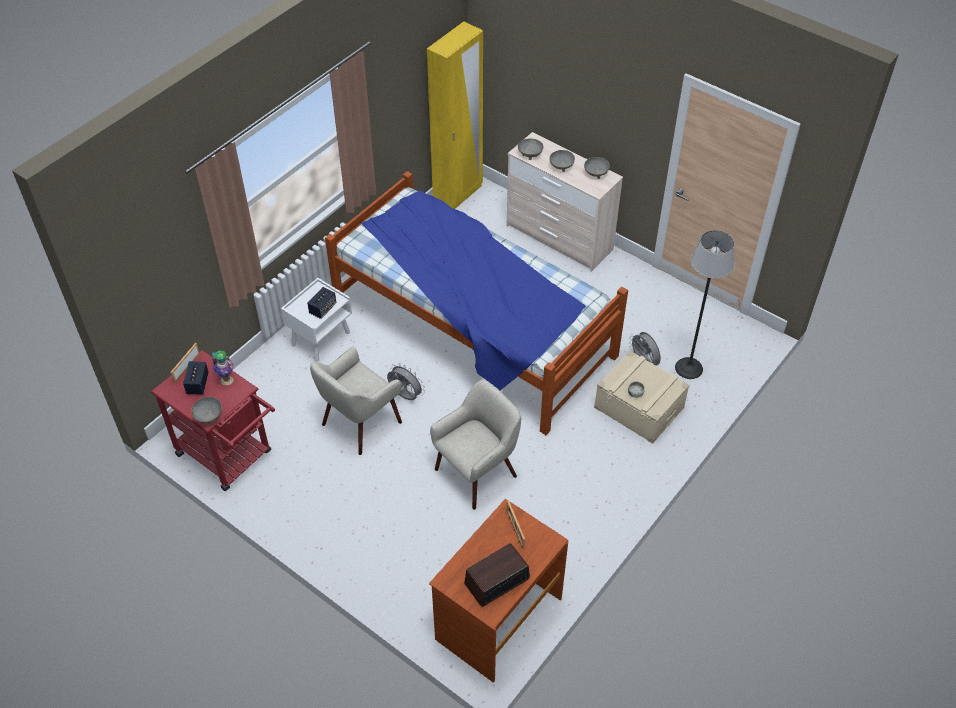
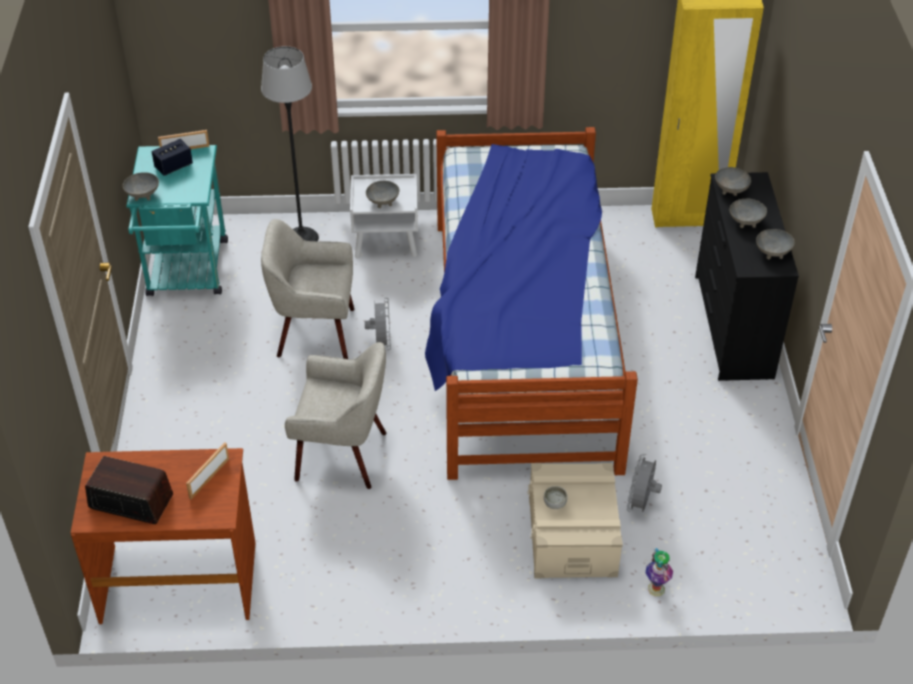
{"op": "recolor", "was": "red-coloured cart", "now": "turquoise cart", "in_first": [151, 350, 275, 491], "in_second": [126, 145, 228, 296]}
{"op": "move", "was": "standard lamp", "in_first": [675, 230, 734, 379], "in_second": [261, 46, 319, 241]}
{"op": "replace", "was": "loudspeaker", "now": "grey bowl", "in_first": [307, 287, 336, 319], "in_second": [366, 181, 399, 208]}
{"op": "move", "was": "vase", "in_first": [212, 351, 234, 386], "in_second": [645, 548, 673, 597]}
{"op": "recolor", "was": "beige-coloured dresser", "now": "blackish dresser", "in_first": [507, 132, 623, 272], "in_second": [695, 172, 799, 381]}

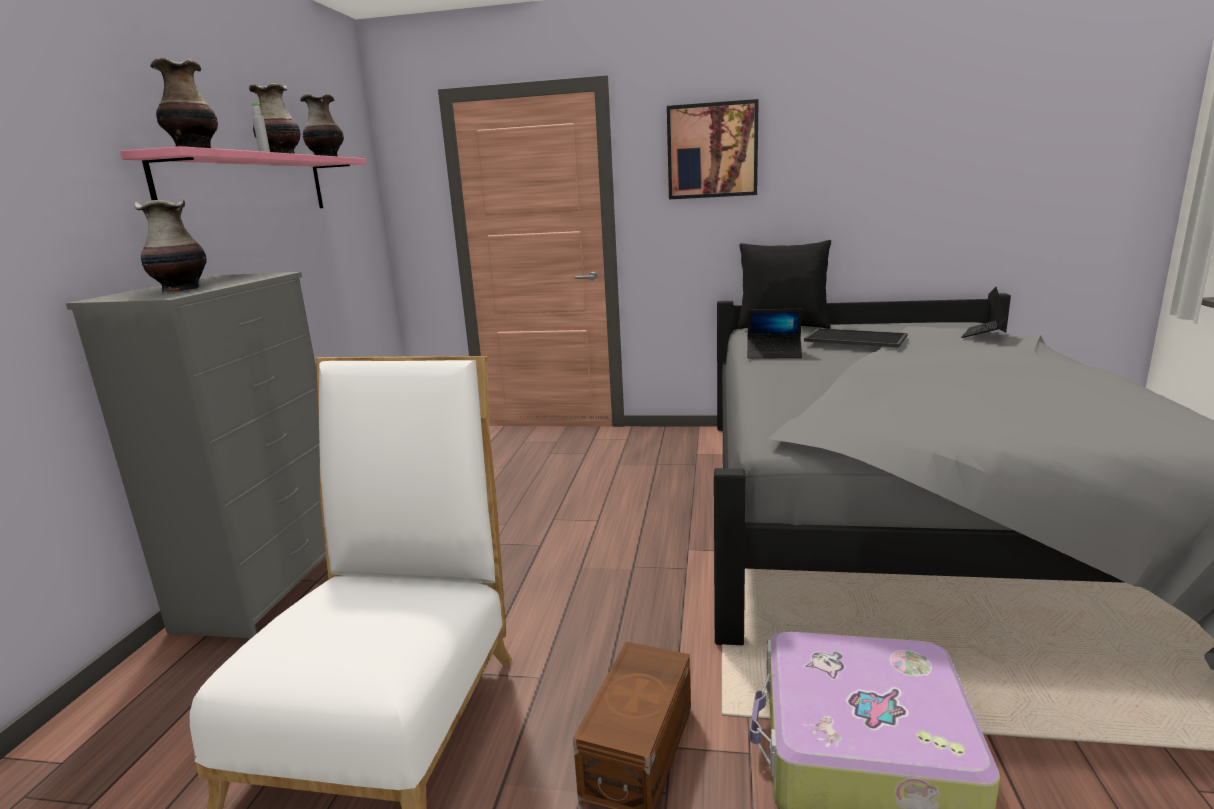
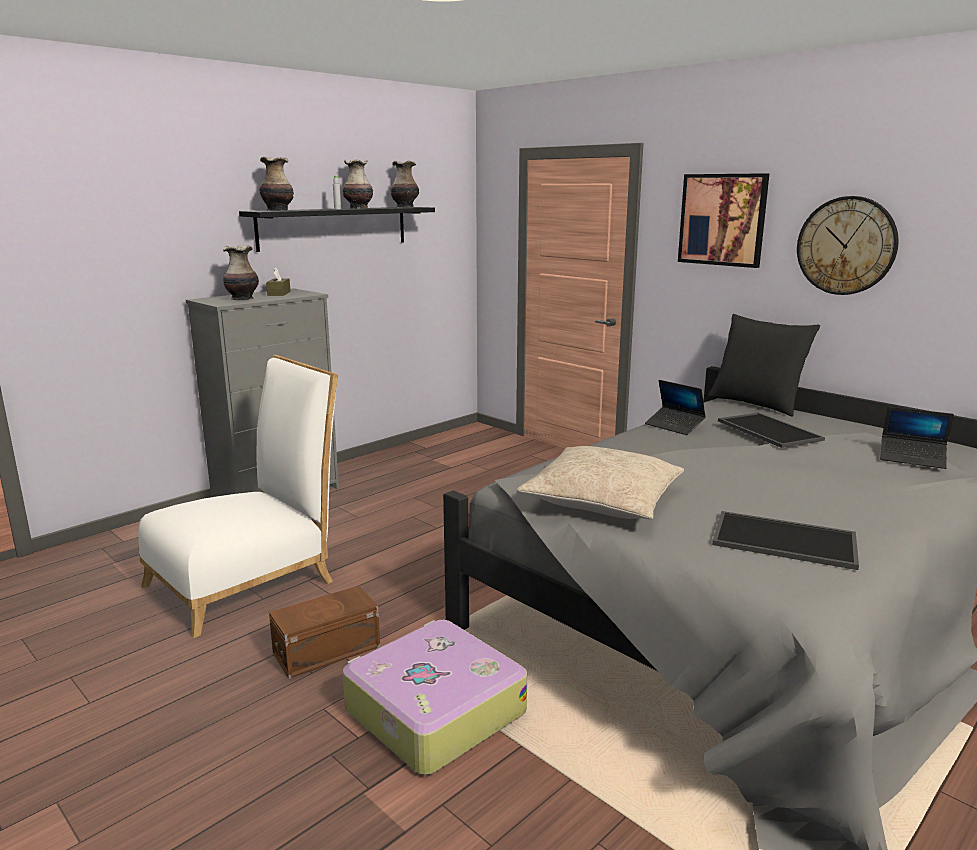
{"op": "recolor", "was": "pinkish bracket shelf", "now": "blackish bracket shelf", "in_first": [120, 146, 366, 208], "in_second": [239, 207, 435, 252]}
{"op": "insert", "now": "brownish tissue holder", "in_second": [266, 267, 290, 296]}
{"op": "insert", "now": "beige-coloured cushion", "in_second": [517, 446, 684, 519]}
{"op": "insert", "now": "serving tray", "in_second": [712, 511, 859, 570]}
{"op": "insert", "now": "hanging clock", "in_second": [797, 196, 898, 295]}
{"op": "rotate", "was": "laptop", "in_first": [961, 287, 1006, 338], "in_second": [880, 407, 954, 469], "clockwise": -135}

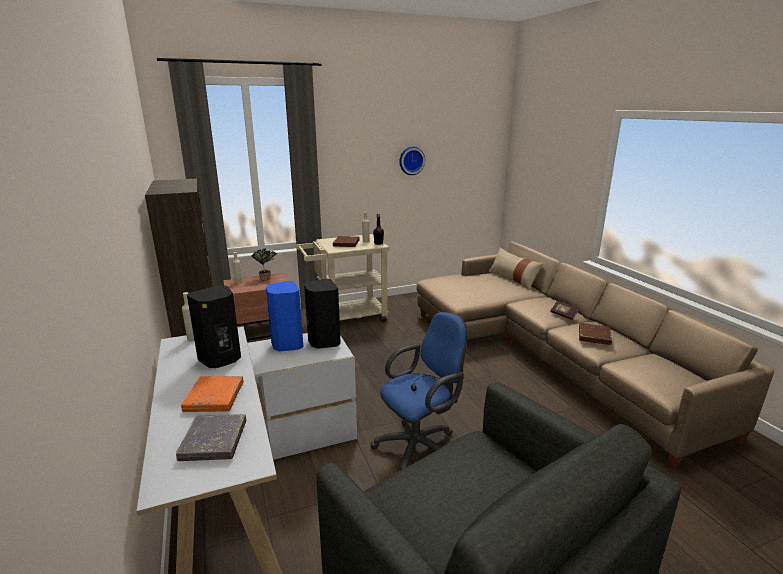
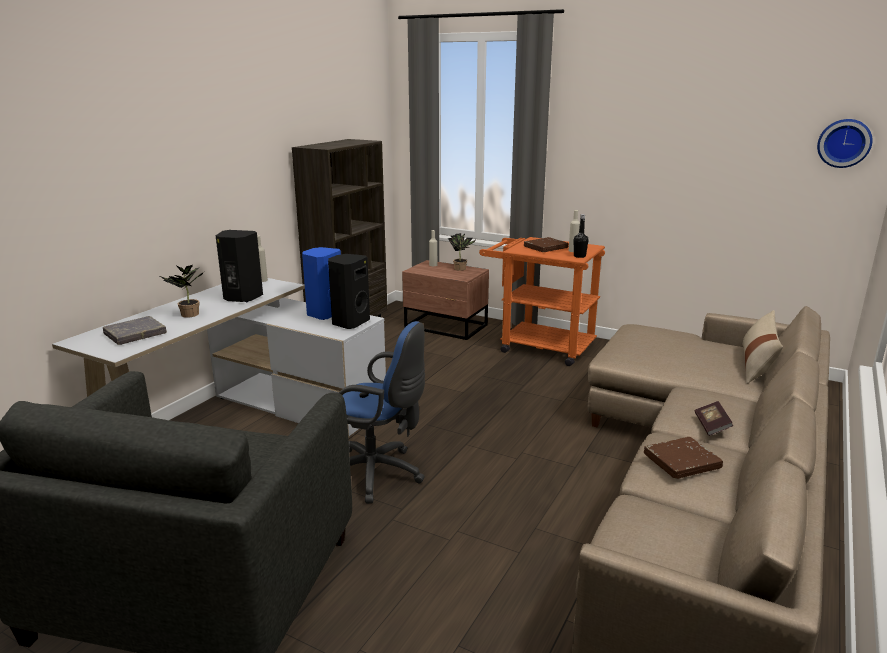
{"op": "replace", "was": "orangey book", "now": "potted plant", "in_first": [181, 376, 244, 412], "in_second": [160, 265, 203, 318]}
{"op": "recolor", "was": "beige-coloured cart", "now": "orangey cart", "in_first": [296, 234, 390, 323], "in_second": [479, 237, 605, 366]}
{"op": "move", "was": "hanging clock", "in_first": [399, 146, 425, 175], "in_second": [817, 119, 872, 168]}

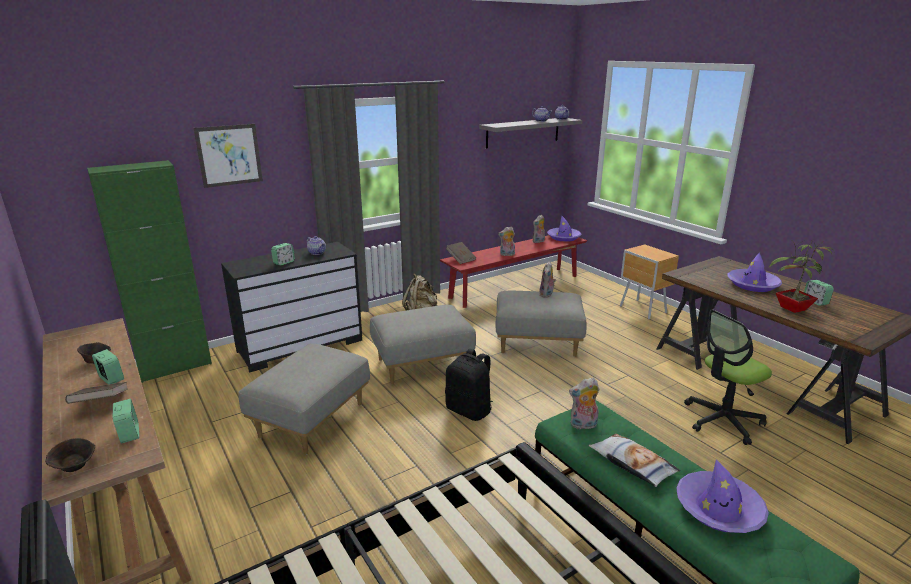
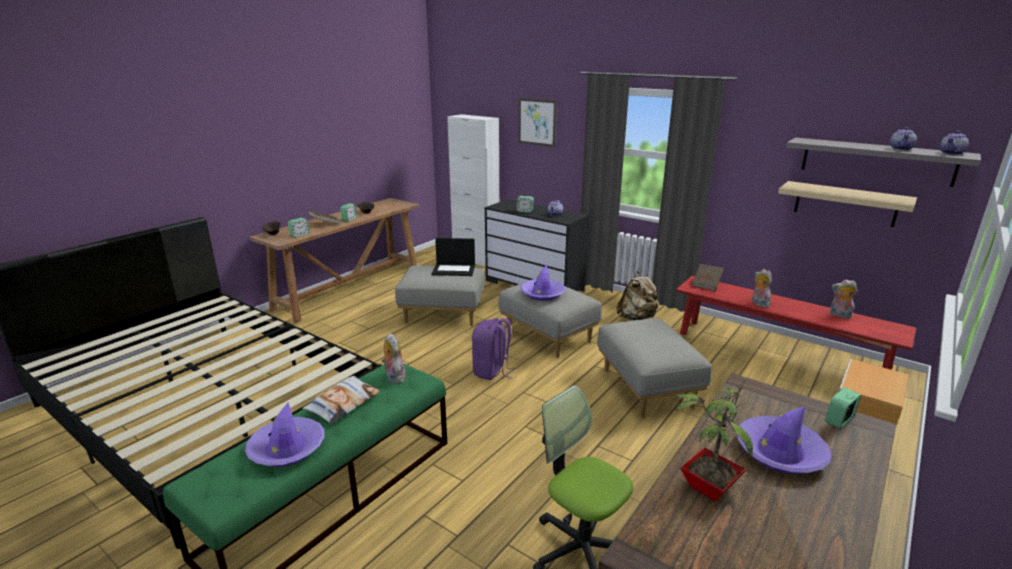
{"op": "insert", "now": "laptop", "in_second": [432, 238, 475, 276]}
{"op": "recolor", "was": "greenish cupboard", "now": "whitish cupboard", "in_first": [87, 160, 212, 383], "in_second": [447, 114, 499, 267]}
{"op": "recolor", "was": "blackish knapsack", "now": "purplish knapsack", "in_first": [445, 349, 493, 421], "in_second": [472, 318, 517, 380]}
{"op": "move", "was": "purplish hat", "in_first": [547, 216, 581, 242], "in_second": [520, 265, 566, 301]}
{"op": "insert", "now": "beige-coloured bracket shelf", "in_second": [778, 181, 917, 227]}
{"op": "move", "was": "alarm clock", "in_first": [804, 280, 834, 306], "in_second": [825, 387, 861, 429]}
{"op": "delete", "was": "cuddly toy", "in_first": [539, 261, 556, 298]}

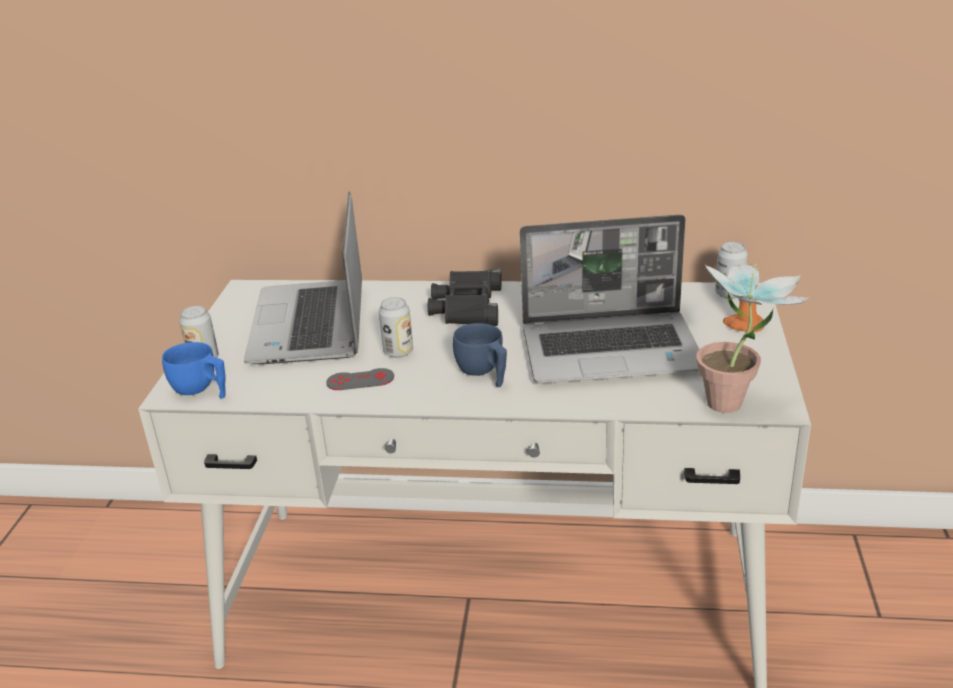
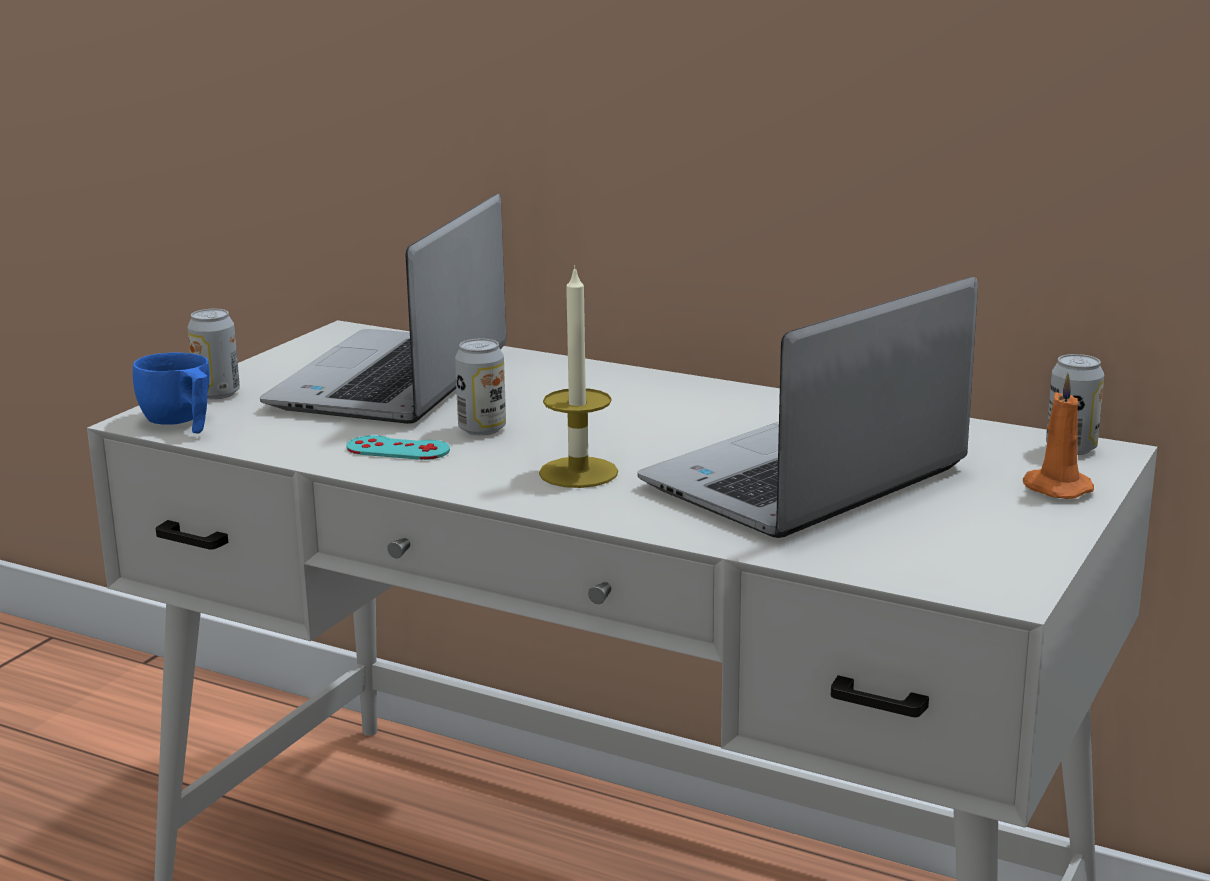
{"op": "recolor", "was": "grey game controller", "now": "turquoise game controller", "in_first": [326, 368, 394, 390], "in_second": [346, 435, 450, 460]}
{"op": "replace", "was": "bluish small cup", "now": "wax light", "in_first": [453, 323, 507, 387], "in_second": [539, 265, 618, 488]}
{"op": "rotate", "was": "laptop", "in_first": [520, 215, 699, 383], "in_second": [637, 277, 978, 538], "clockwise": 120}
{"op": "delete", "was": "blackish binoculars", "in_first": [428, 269, 501, 326]}
{"op": "delete", "was": "potted plant", "in_first": [696, 264, 810, 413]}

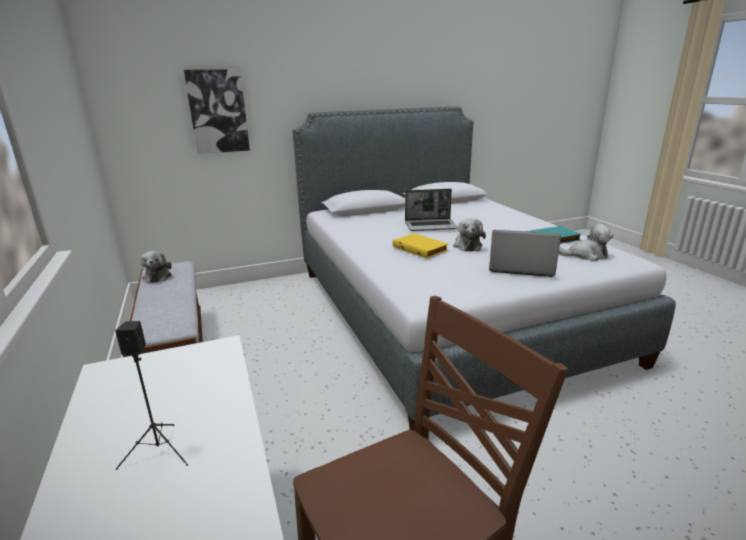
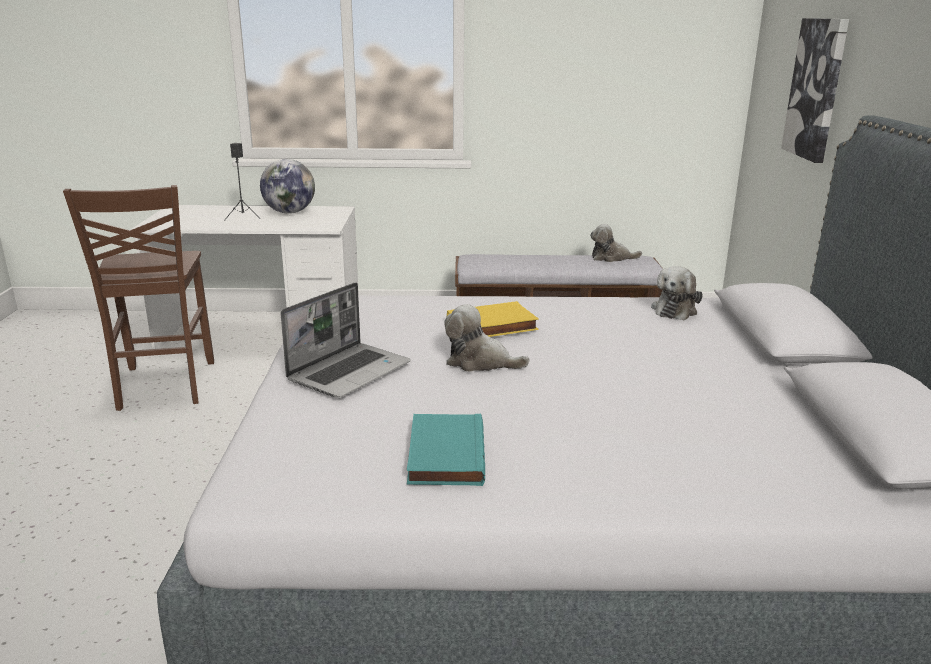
{"op": "insert", "now": "desk globe", "in_second": [260, 159, 315, 214]}
{"op": "move", "was": "cuddly toy", "in_first": [559, 223, 614, 261], "in_second": [651, 266, 703, 320]}
{"op": "delete", "was": "laptop", "in_first": [405, 189, 458, 231]}

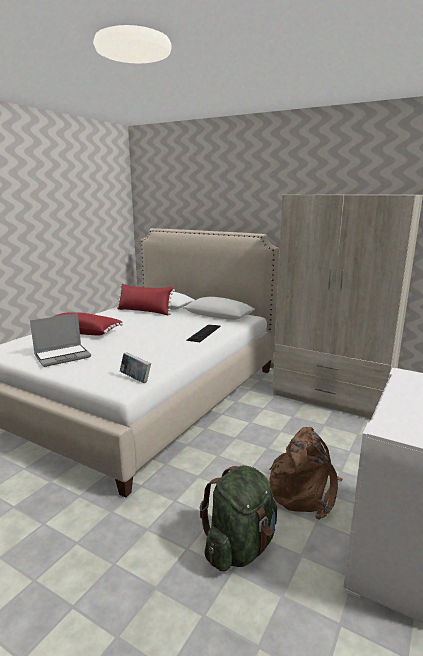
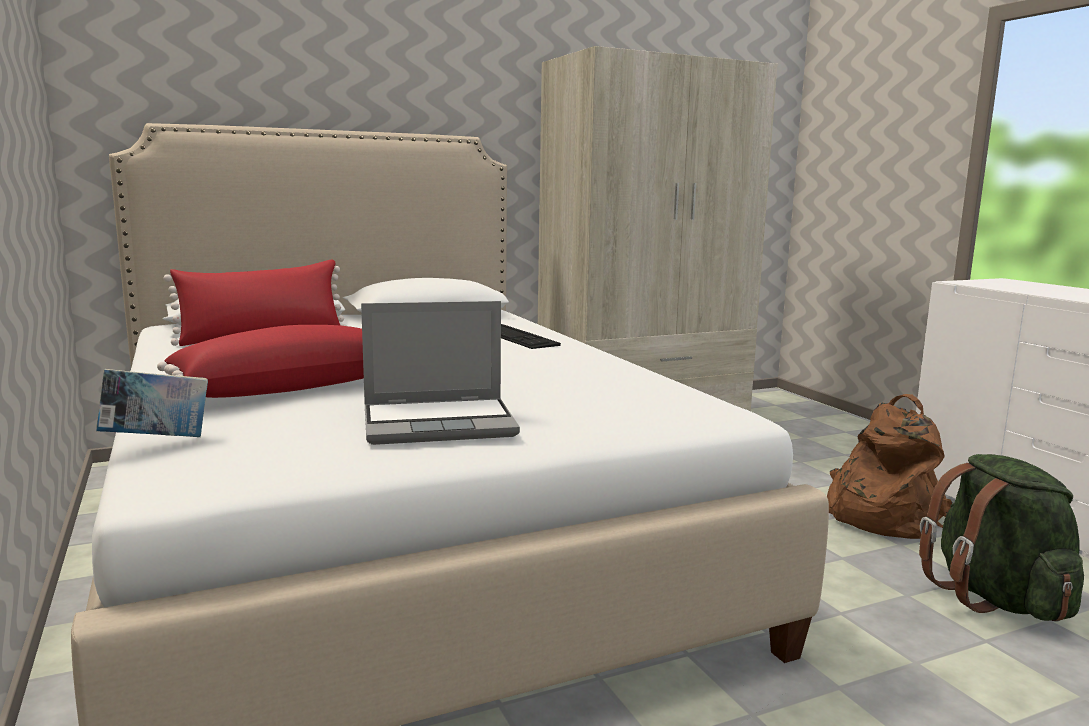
{"op": "move", "was": "book", "in_first": [120, 352, 151, 383], "in_second": [96, 369, 208, 437]}
{"op": "rotate", "was": "laptop", "in_first": [30, 313, 91, 367], "in_second": [361, 301, 520, 445], "clockwise": 75}

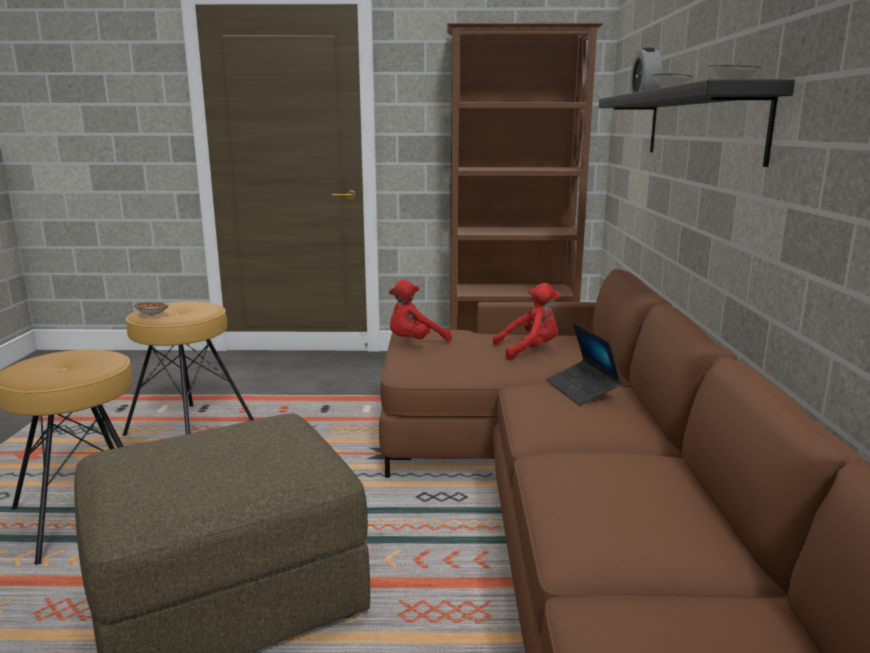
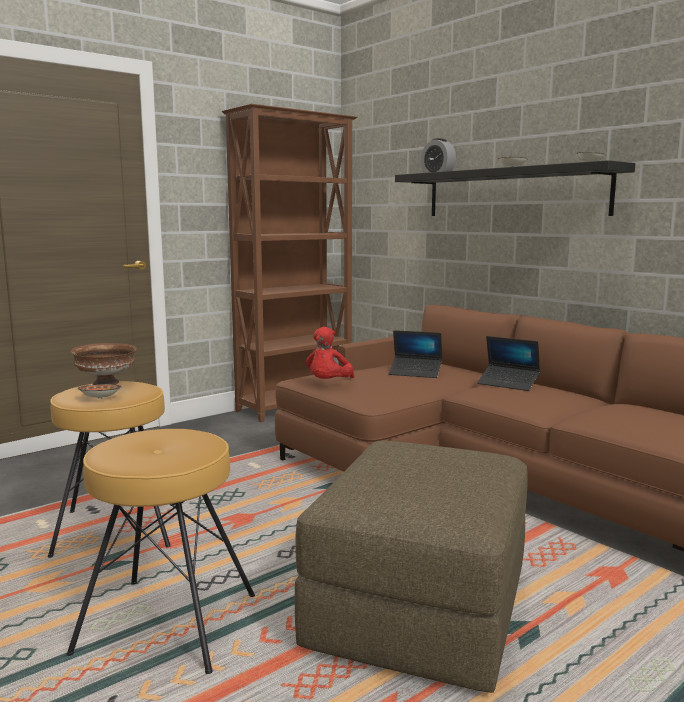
{"op": "insert", "now": "brownish bowl", "in_second": [71, 343, 137, 385]}
{"op": "replace", "was": "red-coloured cuddly toy", "now": "laptop", "in_first": [493, 283, 560, 360], "in_second": [389, 330, 442, 378]}

